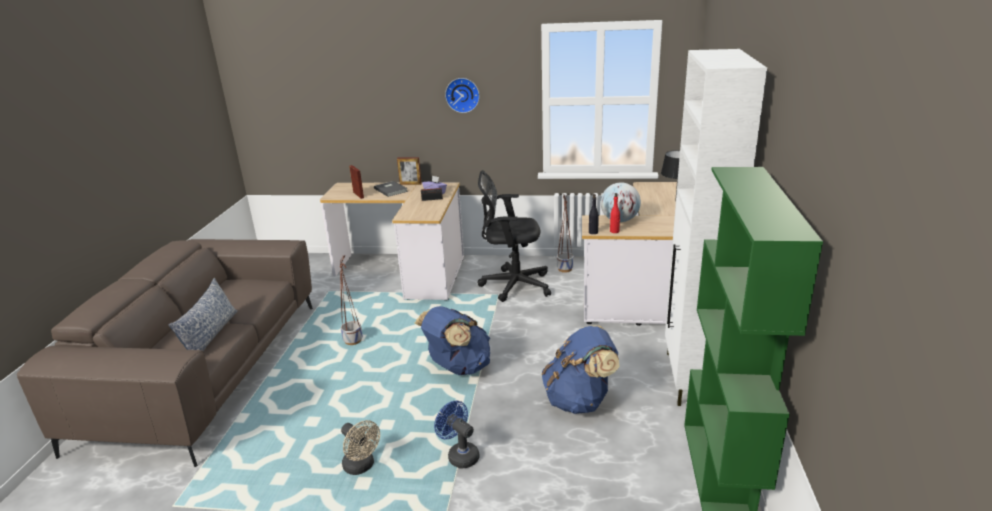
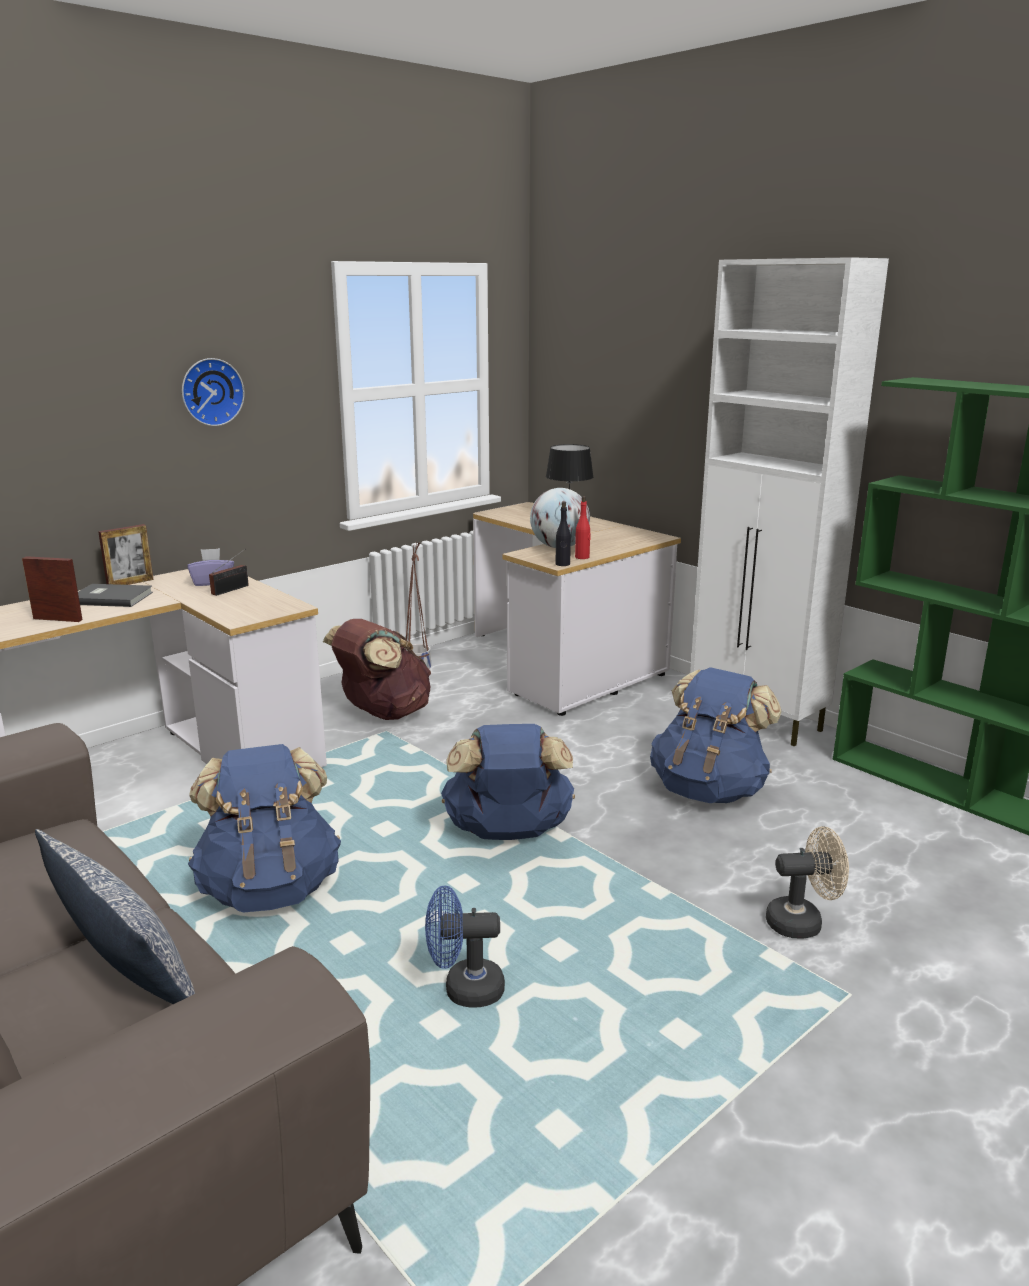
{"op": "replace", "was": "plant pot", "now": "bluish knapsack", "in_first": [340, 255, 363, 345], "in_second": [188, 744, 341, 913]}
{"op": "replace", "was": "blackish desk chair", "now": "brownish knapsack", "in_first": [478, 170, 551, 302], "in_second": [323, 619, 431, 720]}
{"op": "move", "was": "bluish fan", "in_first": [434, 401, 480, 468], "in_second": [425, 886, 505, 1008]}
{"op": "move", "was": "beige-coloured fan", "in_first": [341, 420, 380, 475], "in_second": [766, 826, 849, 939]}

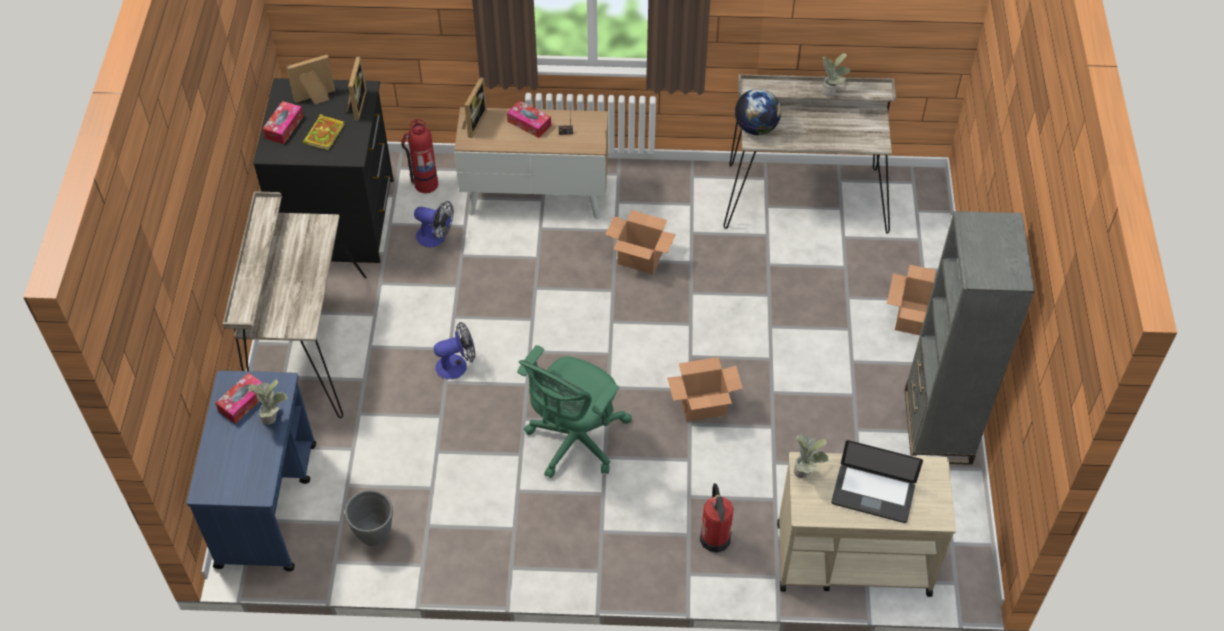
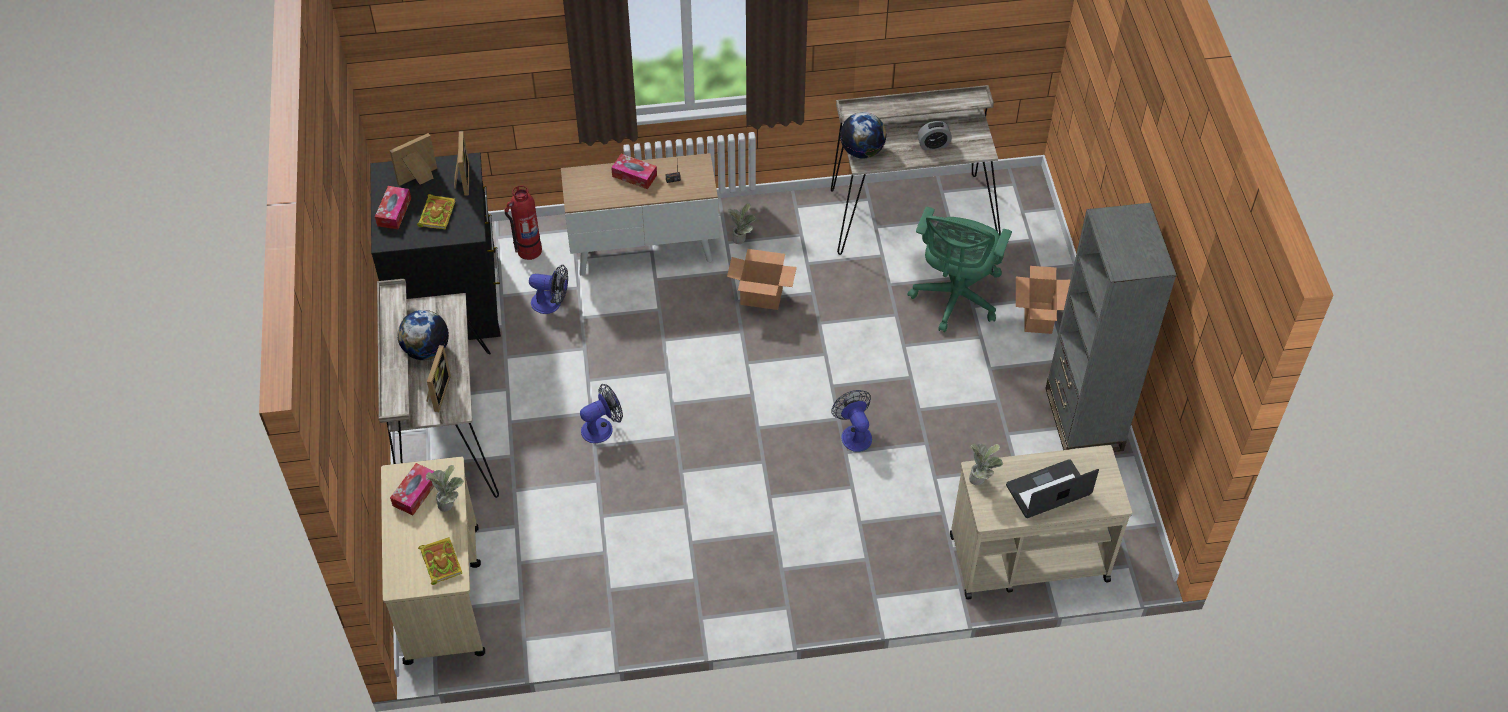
{"op": "recolor", "was": "bluish cart", "now": "beige-coloured cart", "in_first": [187, 370, 316, 572], "in_second": [381, 457, 485, 665]}
{"op": "insert", "now": "desk globe", "in_second": [397, 310, 449, 360]}
{"op": "insert", "now": "book", "in_second": [418, 537, 462, 585]}
{"op": "move", "was": "standing frame", "in_first": [462, 77, 487, 138], "in_second": [426, 345, 451, 412]}
{"op": "move", "was": "potted plant", "in_first": [822, 53, 850, 96], "in_second": [728, 203, 757, 244]}
{"op": "replace", "was": "packing box", "now": "fan", "in_first": [667, 357, 743, 422], "in_second": [831, 390, 872, 452]}
{"op": "move", "was": "greenish desk chair", "in_first": [517, 345, 632, 478], "in_second": [907, 207, 1012, 332]}
{"op": "insert", "now": "alarm clock", "in_second": [918, 121, 952, 151]}
{"op": "rotate", "was": "laptop", "in_first": [831, 440, 923, 523], "in_second": [1006, 459, 1099, 518], "clockwise": 150}
{"op": "delete", "was": "grey plant pot", "in_first": [345, 490, 393, 546]}
{"op": "delete", "was": "extinguisher", "in_first": [700, 483, 734, 553]}

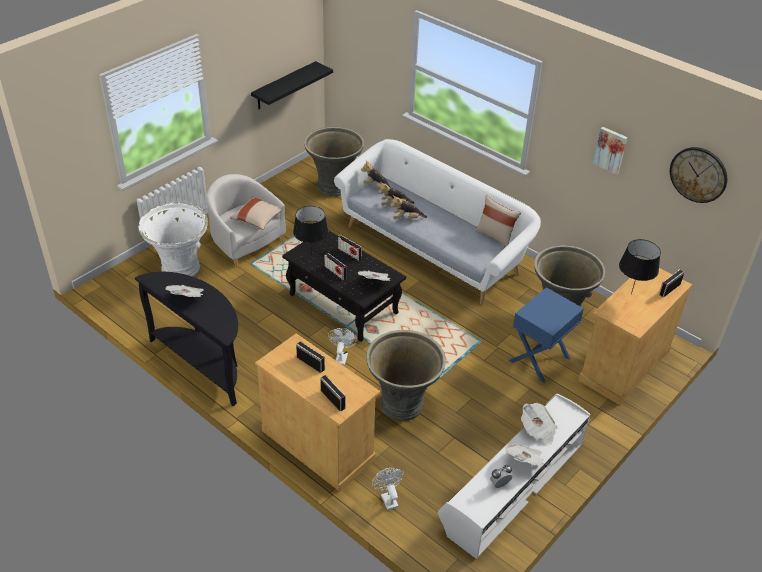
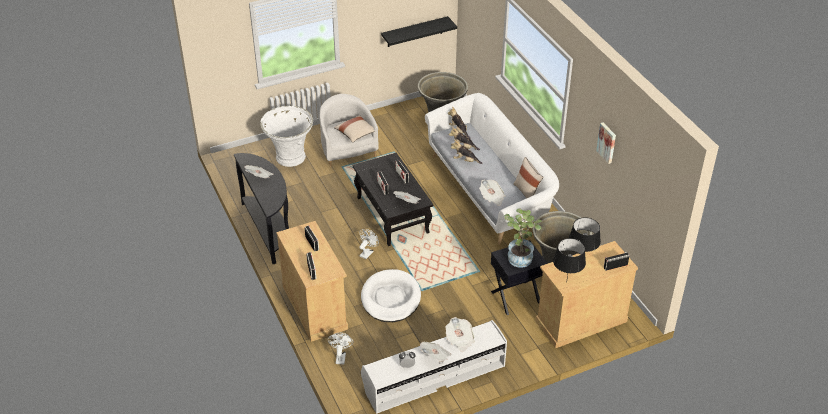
{"op": "replace", "was": "grey plant pot", "now": "whitish dog cushion", "in_first": [366, 330, 446, 421], "in_second": [361, 269, 421, 322]}
{"op": "insert", "now": "newspaper", "in_second": [479, 179, 506, 206]}
{"op": "recolor", "was": "bluish end table", "now": "blackish end table", "in_first": [509, 287, 584, 383], "in_second": [491, 240, 548, 315]}
{"op": "insert", "now": "potted plant", "in_second": [504, 208, 542, 268]}
{"op": "move", "was": "blackish tabletop lamp", "in_first": [293, 206, 329, 256], "in_second": [553, 238, 586, 283]}
{"op": "delete", "was": "hanging clock", "in_first": [670, 147, 727, 203]}

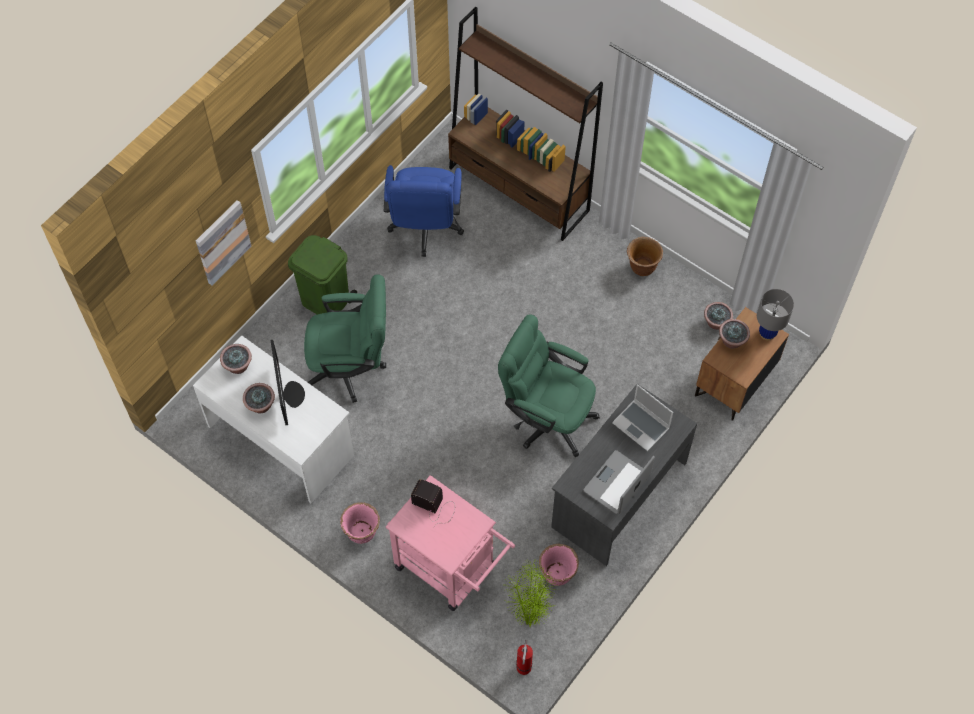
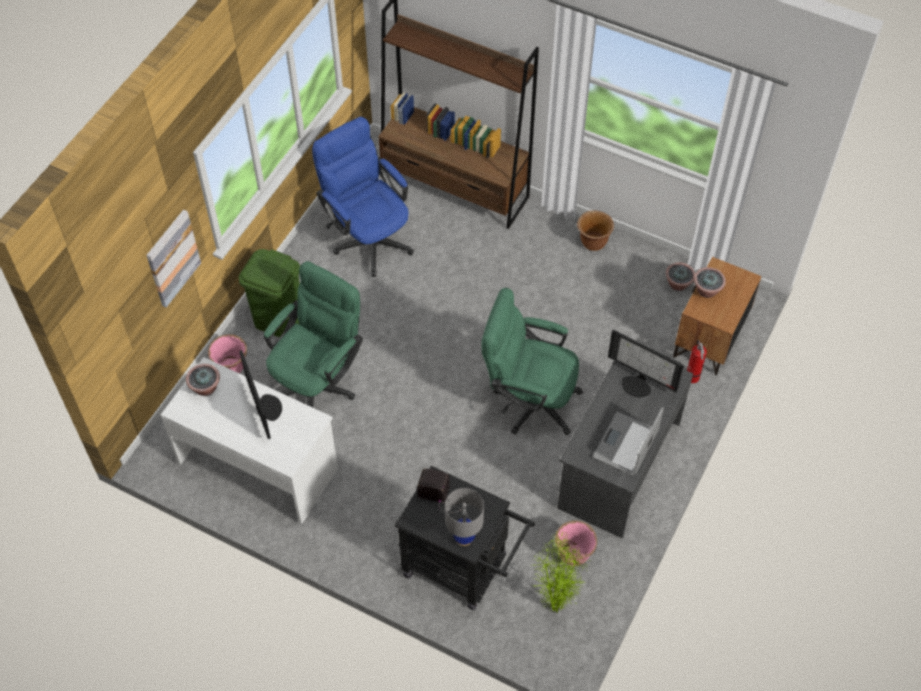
{"op": "move", "was": "pinkish plant pot", "in_first": [340, 502, 380, 544], "in_second": [208, 334, 247, 373]}
{"op": "rotate", "was": "greenish desk chair", "in_first": [304, 274, 386, 403], "in_second": [264, 261, 363, 408], "clockwise": -45}
{"op": "rotate", "was": "bluish desk chair", "in_first": [384, 165, 464, 257], "in_second": [312, 117, 414, 277], "clockwise": 150}
{"op": "recolor", "was": "pinkish cart", "now": "blackish cart", "in_first": [386, 475, 515, 611], "in_second": [395, 466, 535, 610]}
{"op": "move", "was": "grey tabletop lamp", "in_first": [757, 289, 794, 341], "in_second": [445, 488, 484, 546]}
{"op": "replace", "was": "laptop", "now": "computer display", "in_first": [612, 384, 673, 451], "in_second": [608, 330, 684, 398]}
{"op": "move", "was": "extinguisher", "in_first": [516, 640, 533, 675], "in_second": [687, 340, 707, 383]}
{"op": "delete", "was": "potted plant", "in_first": [243, 383, 275, 413]}

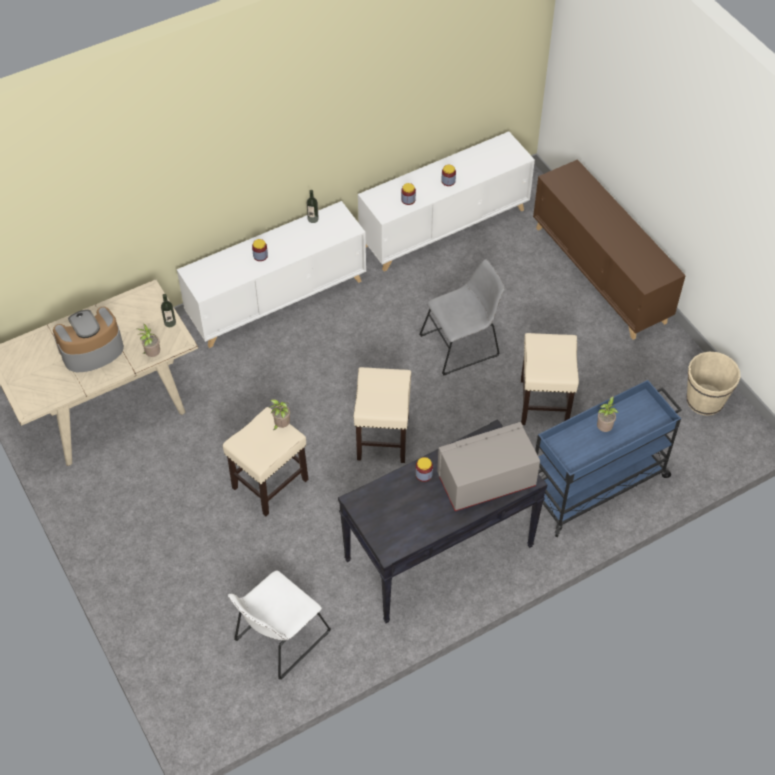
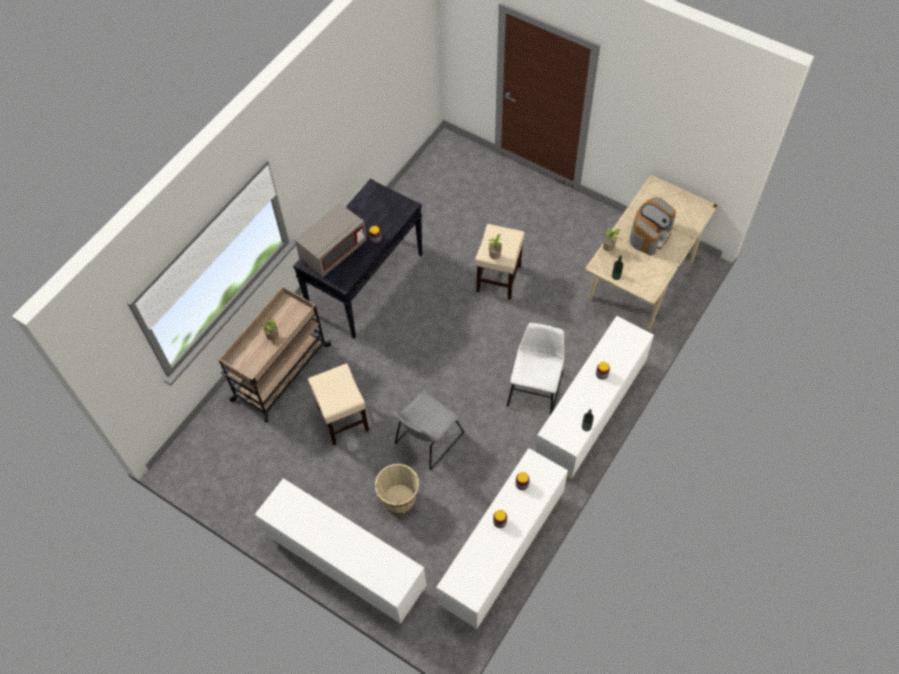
{"op": "recolor", "was": "bluish cart", "now": "beige-coloured cart", "in_first": [535, 380, 682, 537], "in_second": [218, 286, 332, 423]}
{"op": "recolor", "was": "brownish cupboard", "now": "whitish cupboard", "in_first": [533, 159, 686, 340], "in_second": [255, 478, 426, 624]}
{"op": "move", "was": "beige-coloured pail", "in_first": [686, 352, 740, 416], "in_second": [375, 464, 419, 515]}
{"op": "move", "was": "whitish chair", "in_first": [228, 570, 331, 680], "in_second": [507, 323, 565, 415]}
{"op": "delete", "was": "beige-coloured sitting stool", "in_first": [354, 367, 411, 463]}

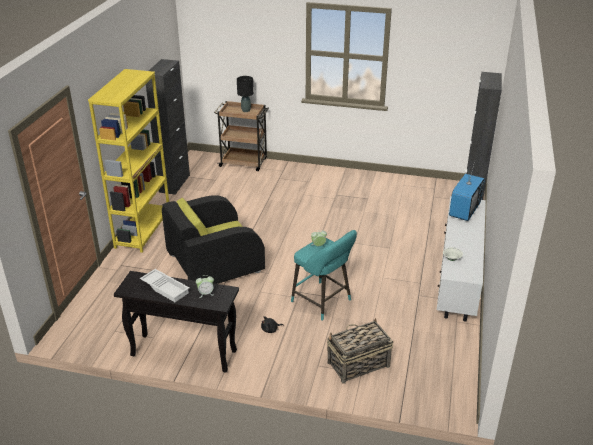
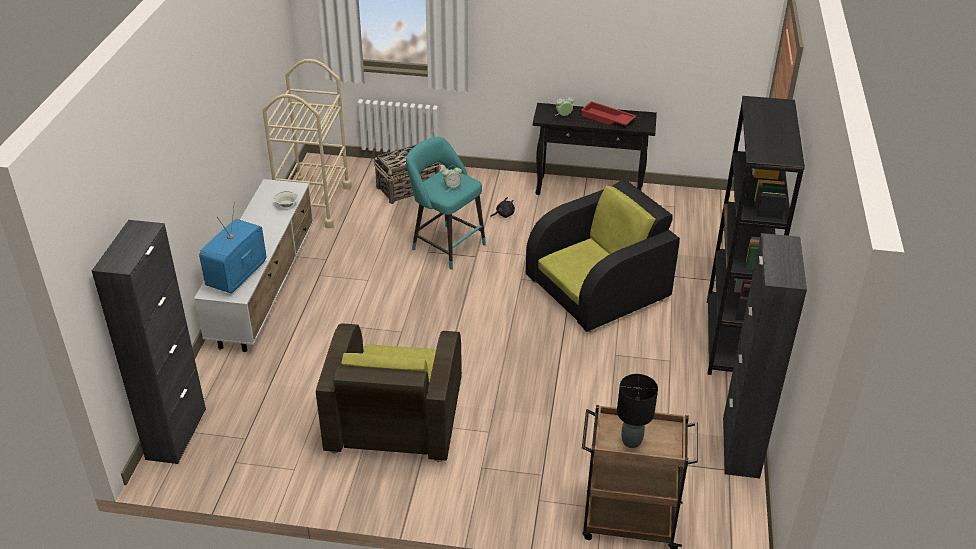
{"op": "insert", "now": "beige-coloured cart", "in_second": [263, 59, 352, 228]}
{"op": "insert", "now": "brownish easy chair", "in_second": [316, 323, 462, 462]}
{"op": "recolor", "was": "whitish serving tray", "now": "red-coloured serving tray", "in_first": [140, 269, 189, 302], "in_second": [581, 101, 636, 126]}
{"op": "recolor", "was": "yellow-coloured shelving unit", "now": "blackish shelving unit", "in_first": [88, 69, 169, 253], "in_second": [707, 96, 805, 375]}

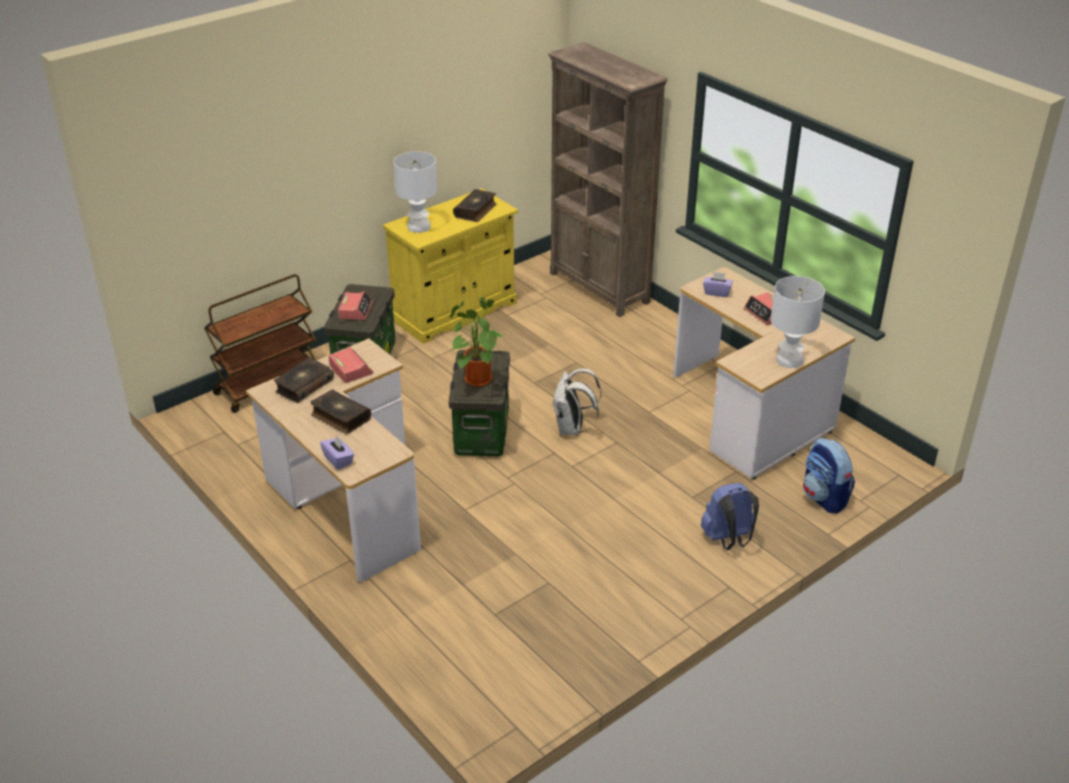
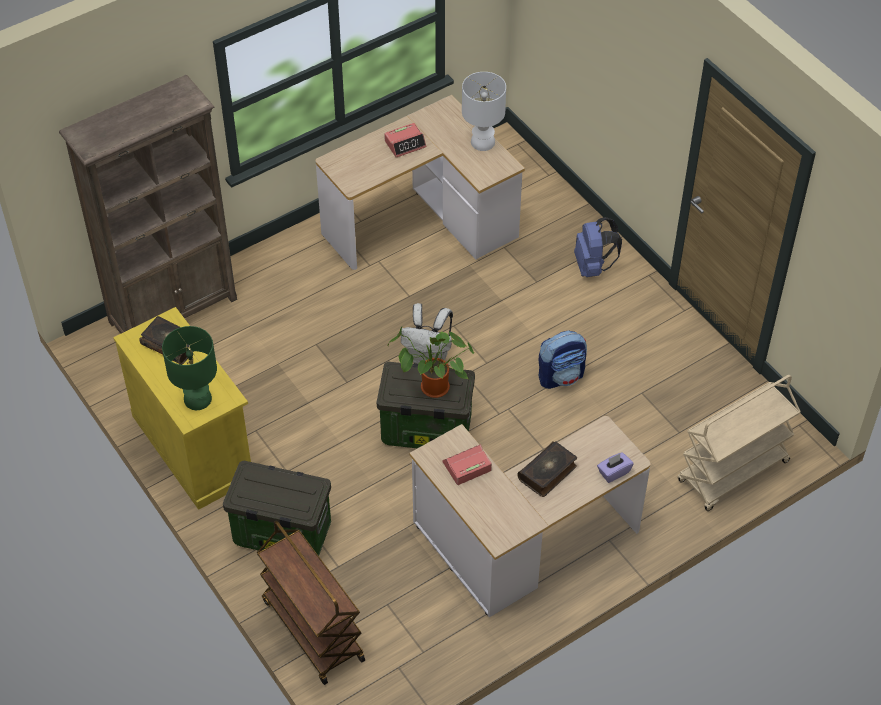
{"op": "recolor", "was": "whitish tabletop lamp", "now": "greenish tabletop lamp", "in_first": [393, 151, 437, 233], "in_second": [162, 326, 217, 410]}
{"op": "move", "was": "knapsack", "in_first": [803, 438, 855, 514], "in_second": [538, 330, 587, 389]}
{"op": "insert", "now": "beige-coloured cart", "in_second": [677, 375, 801, 511]}
{"op": "delete", "was": "book", "in_first": [274, 357, 334, 403]}
{"op": "delete", "was": "alarm clock", "in_first": [338, 291, 373, 320]}
{"op": "delete", "was": "purplish tissue holder", "in_first": [703, 272, 733, 297]}

